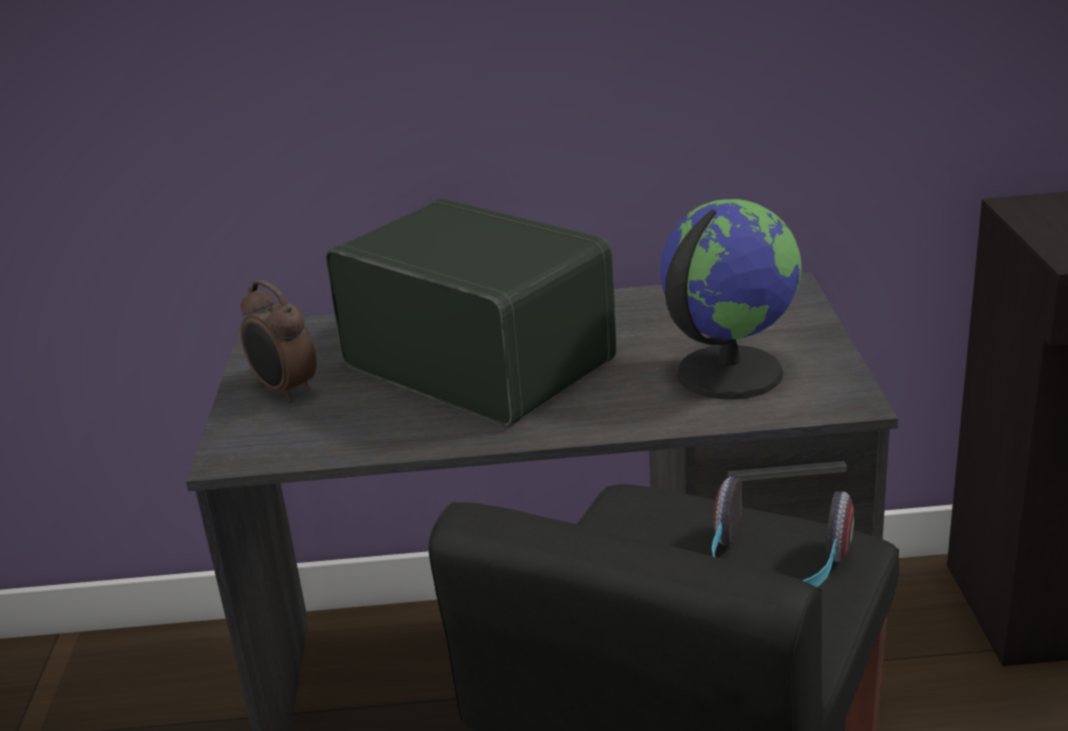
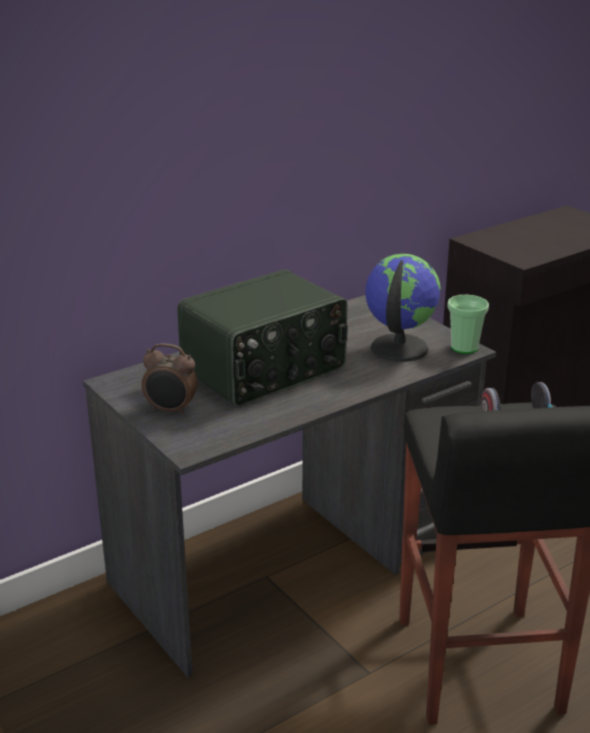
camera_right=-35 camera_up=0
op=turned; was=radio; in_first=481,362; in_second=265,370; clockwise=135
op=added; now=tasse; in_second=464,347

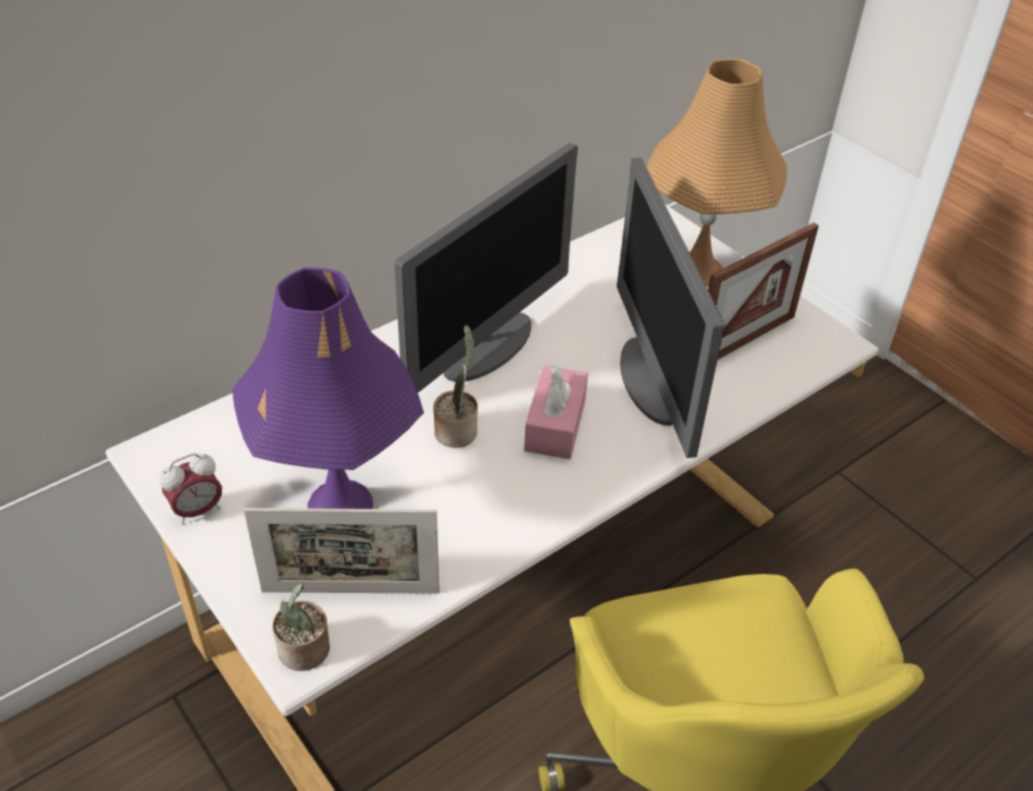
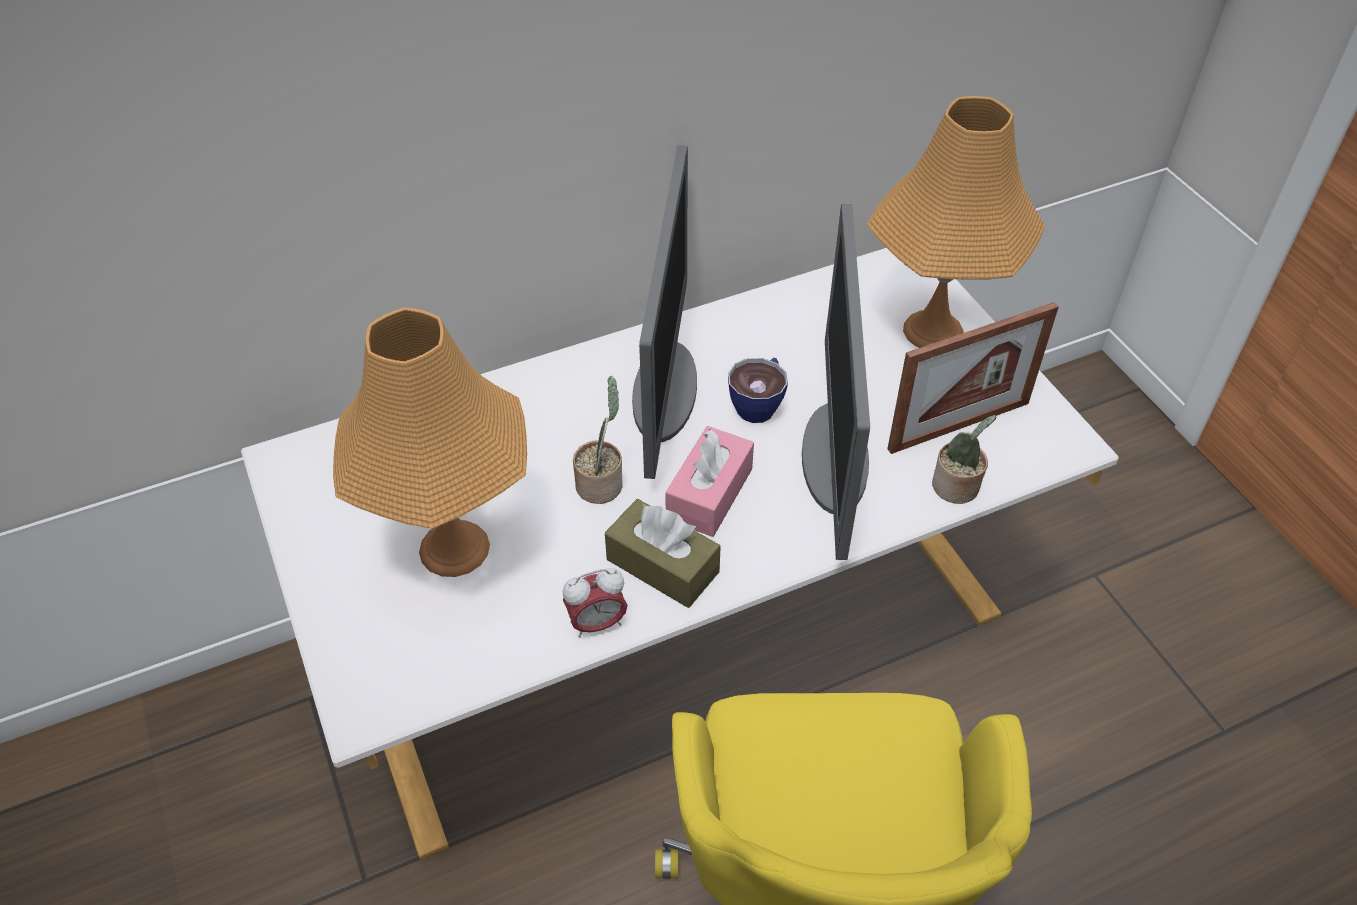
camera_right=15 camera_up=5
op=moved; was=réveil; in_first=198,511; in_second=597,623
op=recoloured; was=lampe de table/violet; now=lampe de table/orange; in_first=339,504; in_second=453,548
op=removed; was=cadre photo; in_first=350,592
op=moved; was=plante en pot; in_first=305,652; in_second=957,488
op=turned; was=écran d'ordinateur; in_first=488,347; in_second=665,391; clockwise=-45
op=added; now=boîte à mouchoirs/marron; in_second=662,565
op=added; now=tasse; in_second=759,403

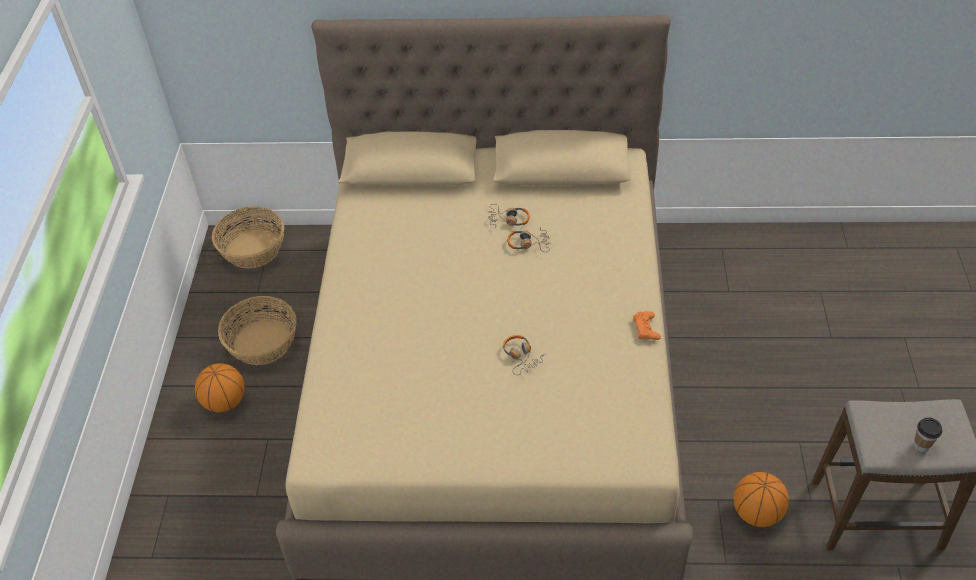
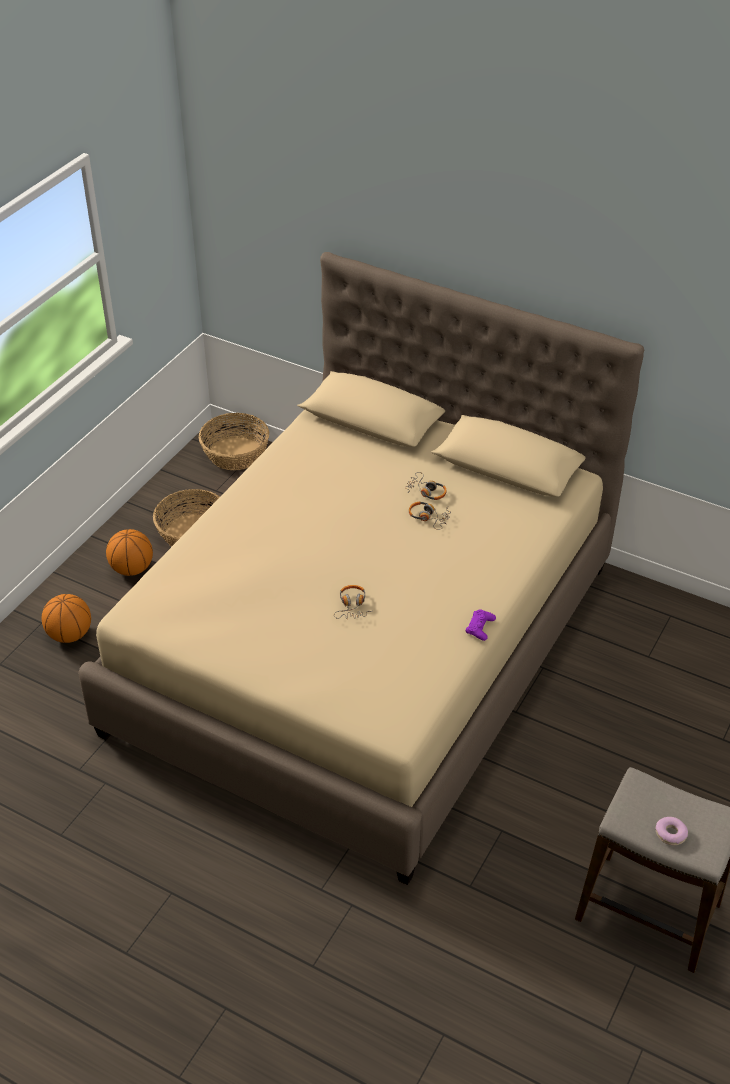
camera_right=25 camera_up=-5
op=recoloured; was=manette/orange; now=manette/violet; in_first=646,328; in_second=480,627
op=moved; was=ballon de basket; in_first=756,513; in_second=70,635
op=replaced; was=tasse; now=beignet; in_first=921,446; in_second=670,834

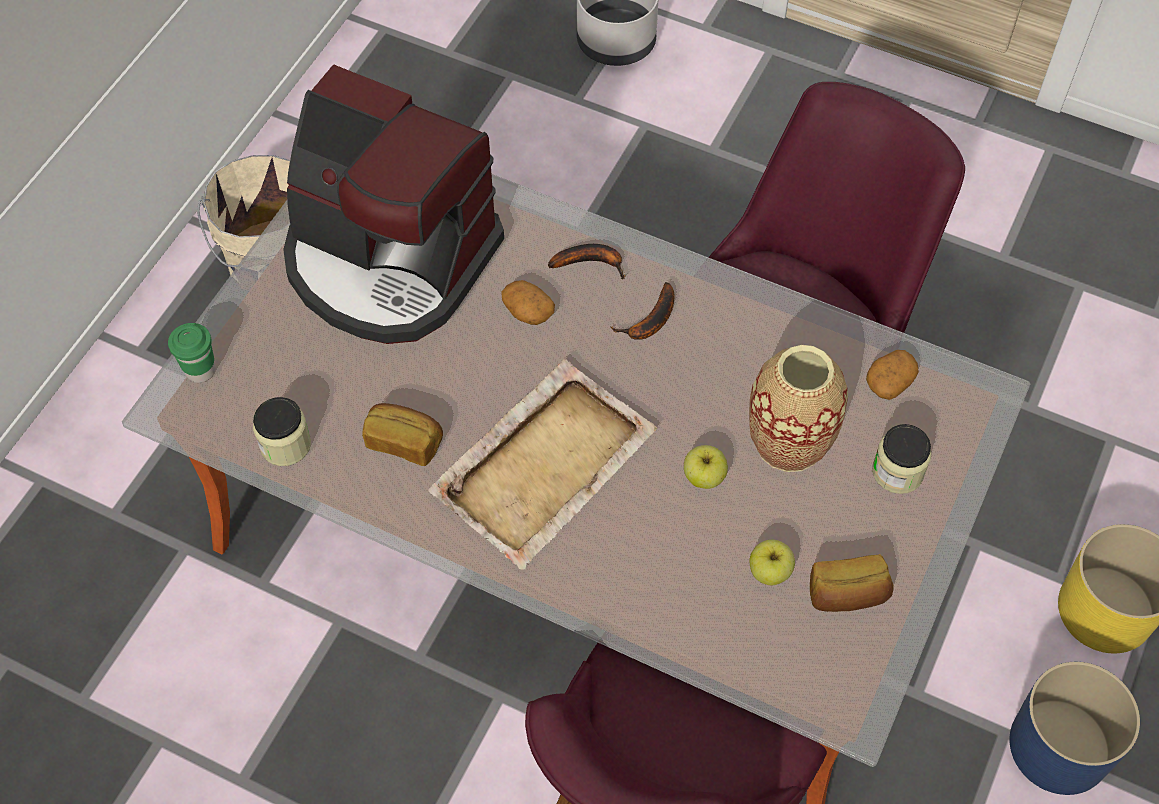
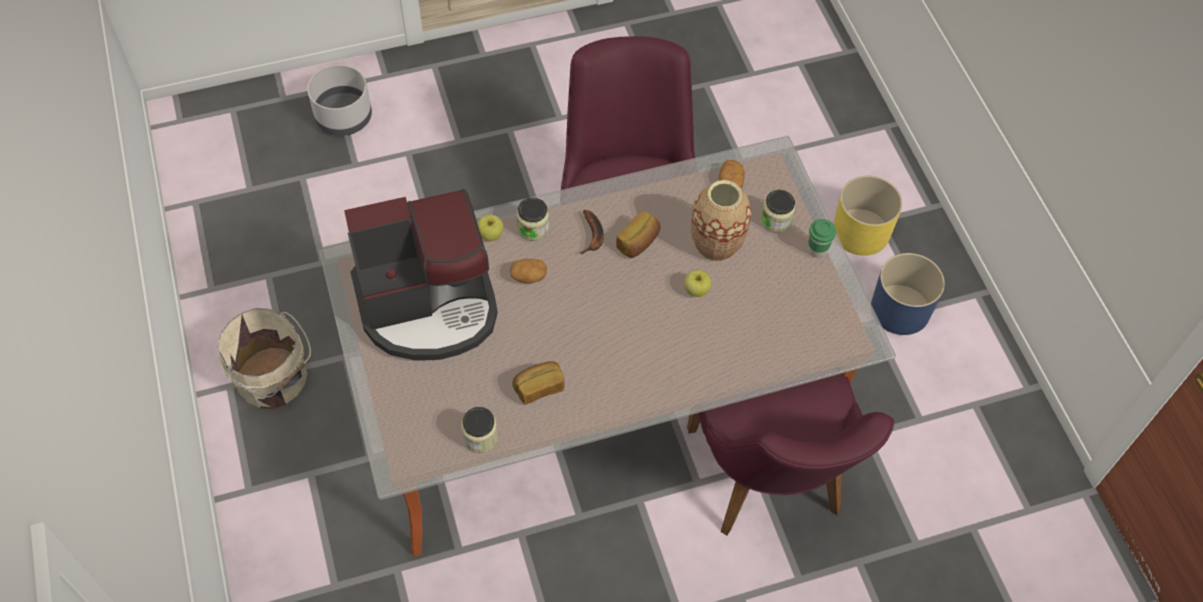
camera_right=-45 camera_up=0
op=moved; was=tasse/vert; in_first=200,371; in_second=817,249
op=removed; was=plateau/beige; in_first=546,464
op=replaced; was=banane; now=bocal; in_first=591,262; in_second=533,228
op=moved; was=pomme; in_first=770,572; in_second=491,235
op=moved; was=pain; in_first=847,595; in_second=639,243

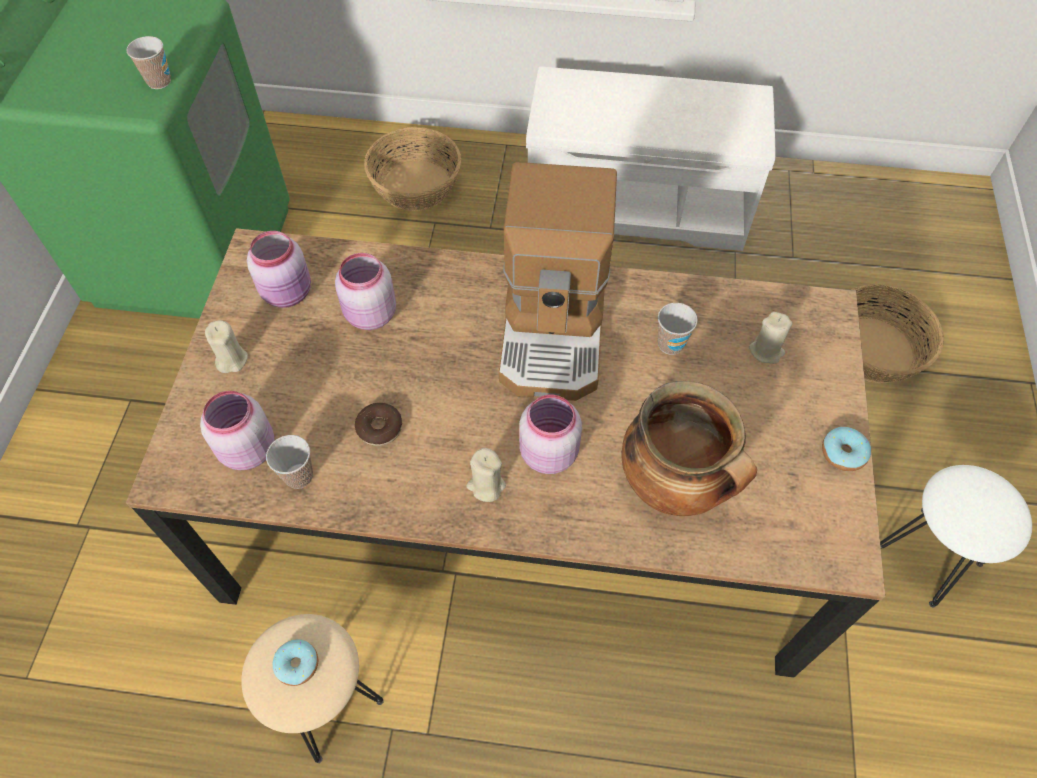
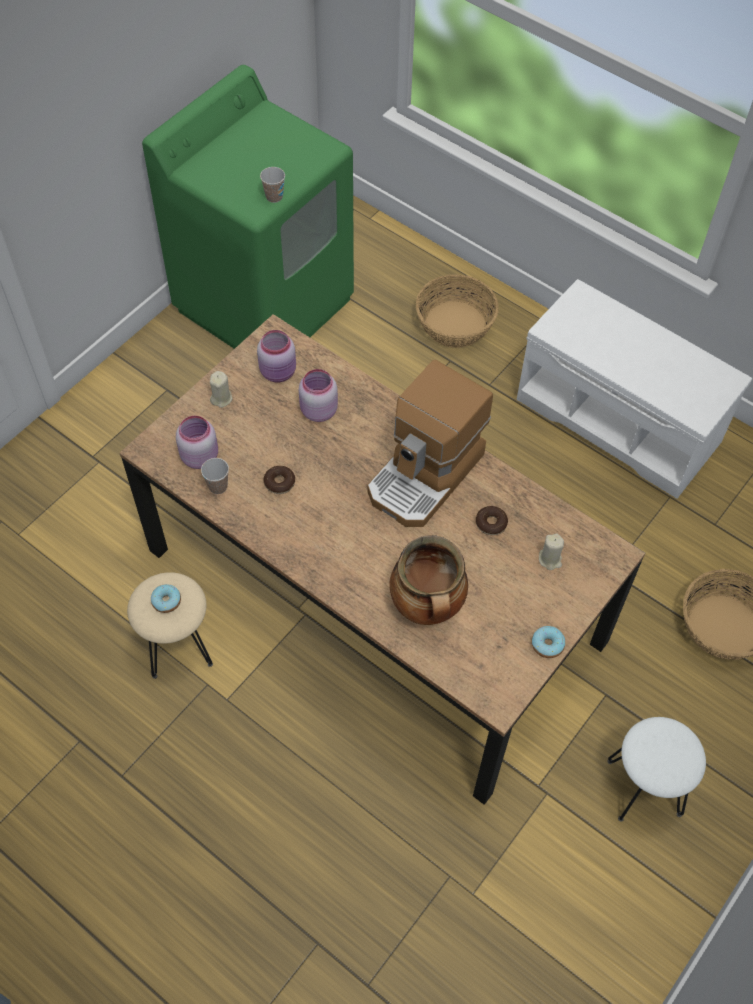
camera_right=30 camera_up=0
op=removed; was=bougie/beige; in_first=486,486
op=removed; was=bocal/rose; in_first=548,452
op=replaced; was=tasse; now=beignet; in_first=670,344; in_second=491,523

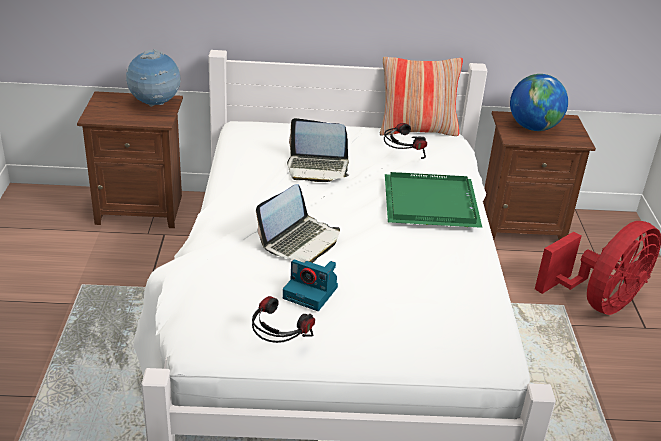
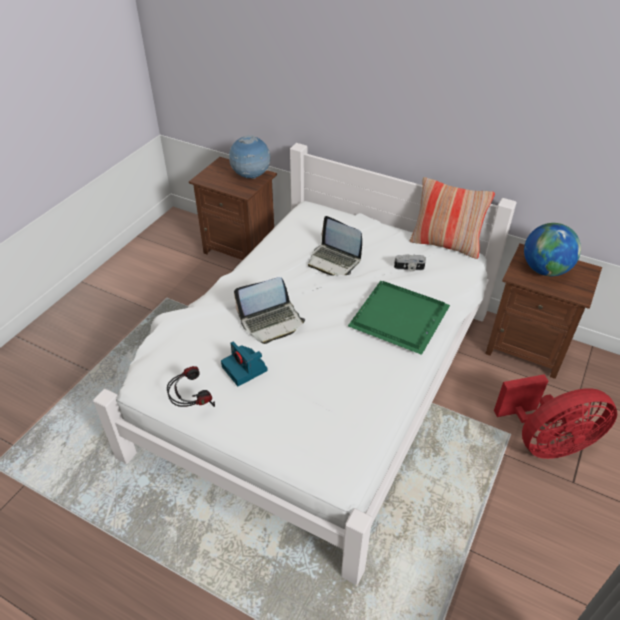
camera_right=30 camera_up=10
op=replaced; was=casque audio; now=appareil photo; in_first=401,158; in_second=409,268

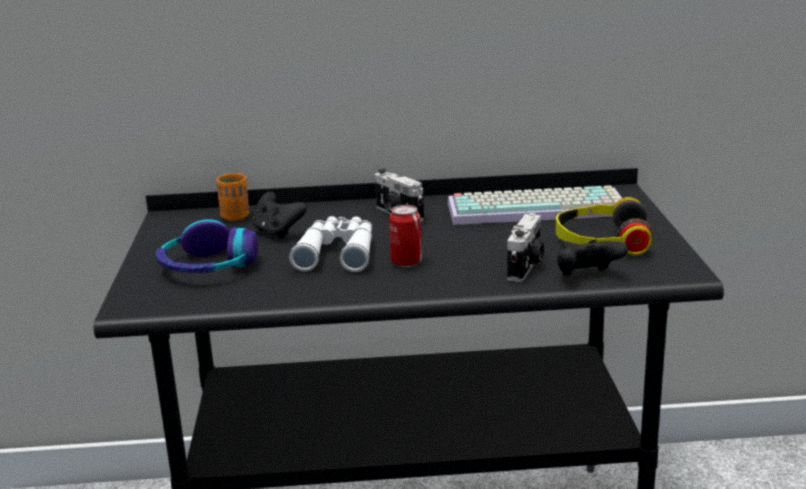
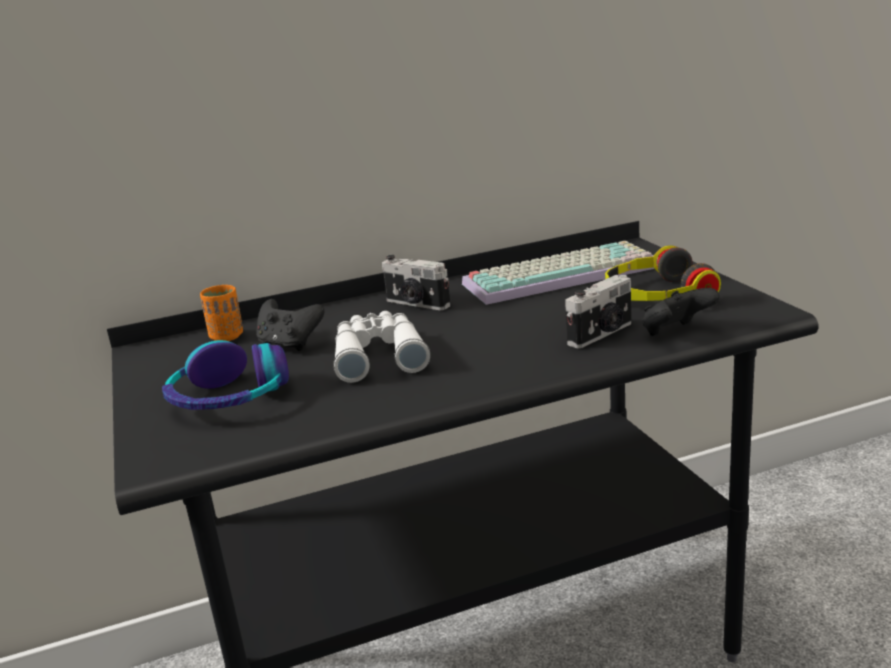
camera_right=-15 camera_up=0
op=removed; was=boîte métallique; in_first=406,262
op=turned; was=appareil photo; in_first=526,267; in_second=602,334; clockwise=45

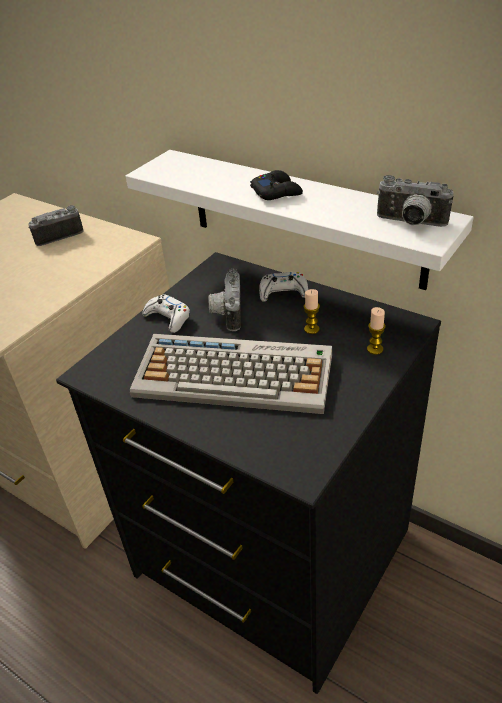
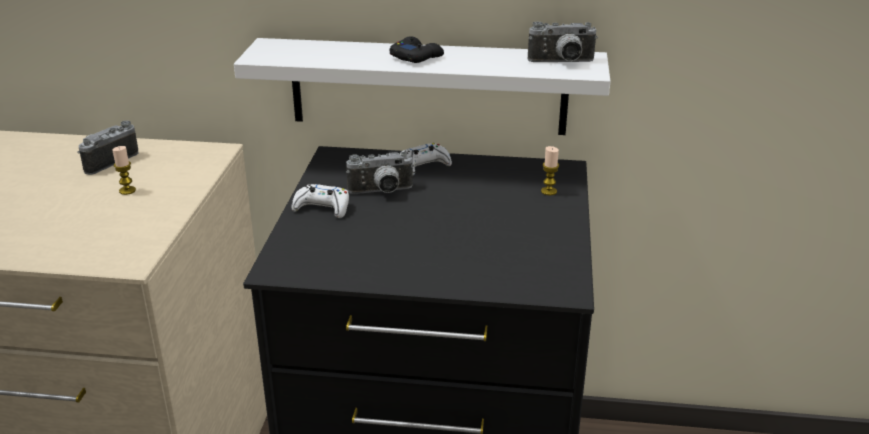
camera_right=-30 camera_up=-10
op=removed; was=clavier; in_first=236,374
op=turned; was=appareil photo; in_first=226,313; in_second=381,192; clockwise=-75
op=moved; was=bougie; in_first=311,329; in_second=127,190

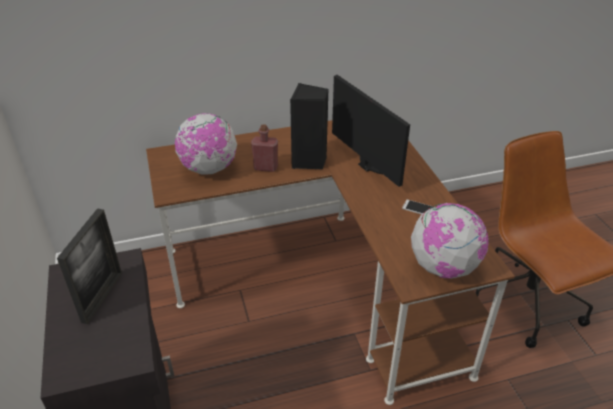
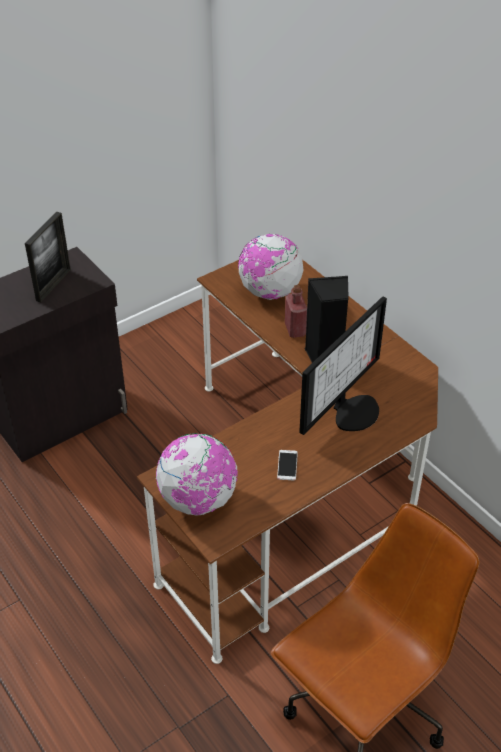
camera_right=70 camera_up=5
op=turned; was=cadre photo; in_first=102,297; in_second=53,285; clockwise=-60

